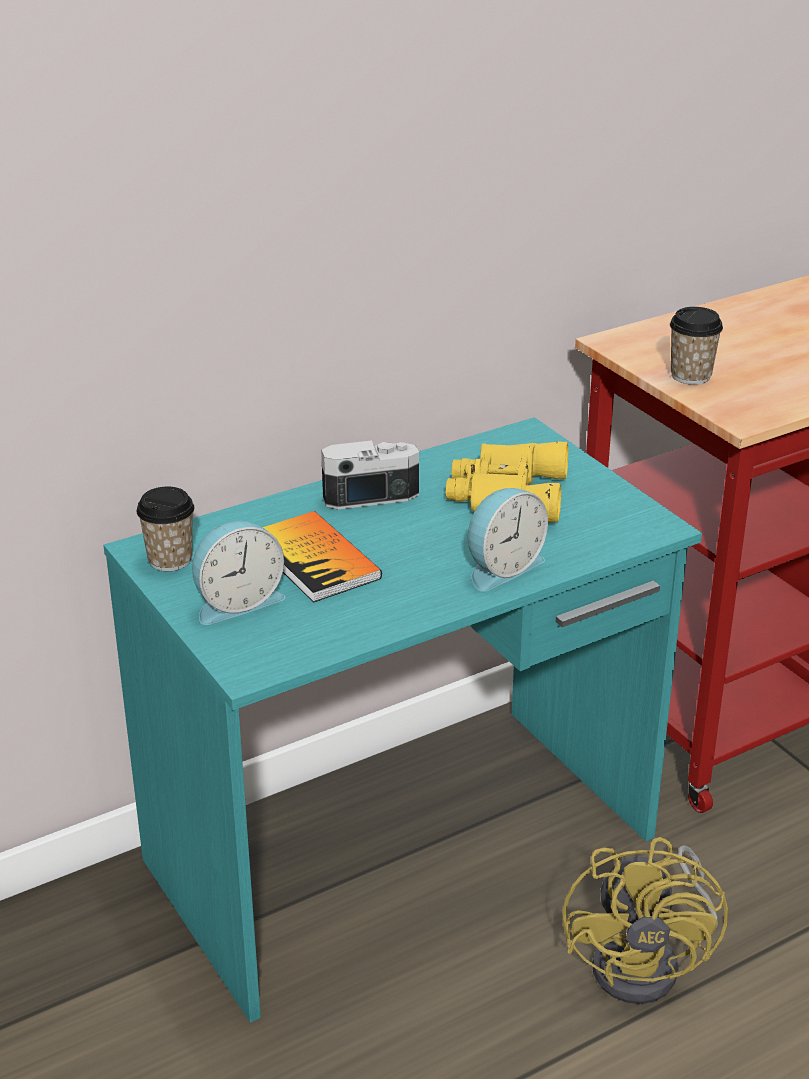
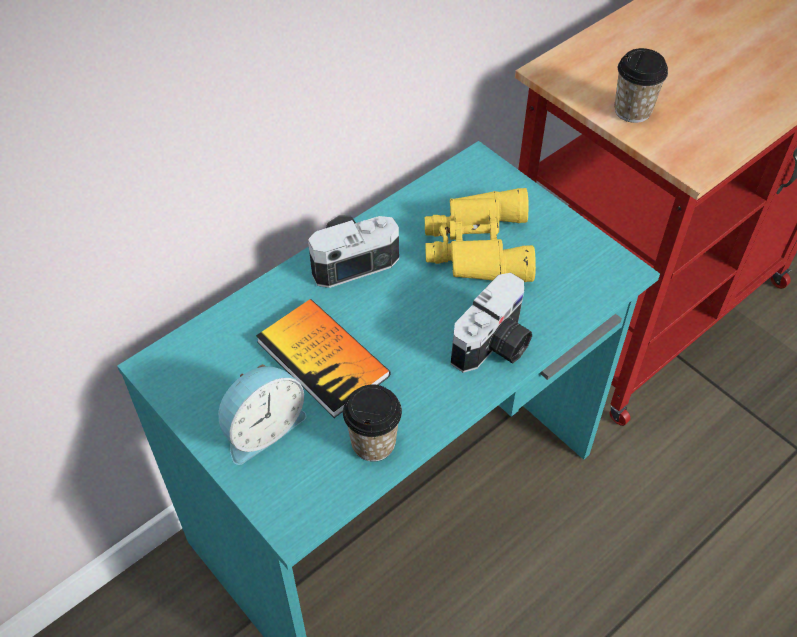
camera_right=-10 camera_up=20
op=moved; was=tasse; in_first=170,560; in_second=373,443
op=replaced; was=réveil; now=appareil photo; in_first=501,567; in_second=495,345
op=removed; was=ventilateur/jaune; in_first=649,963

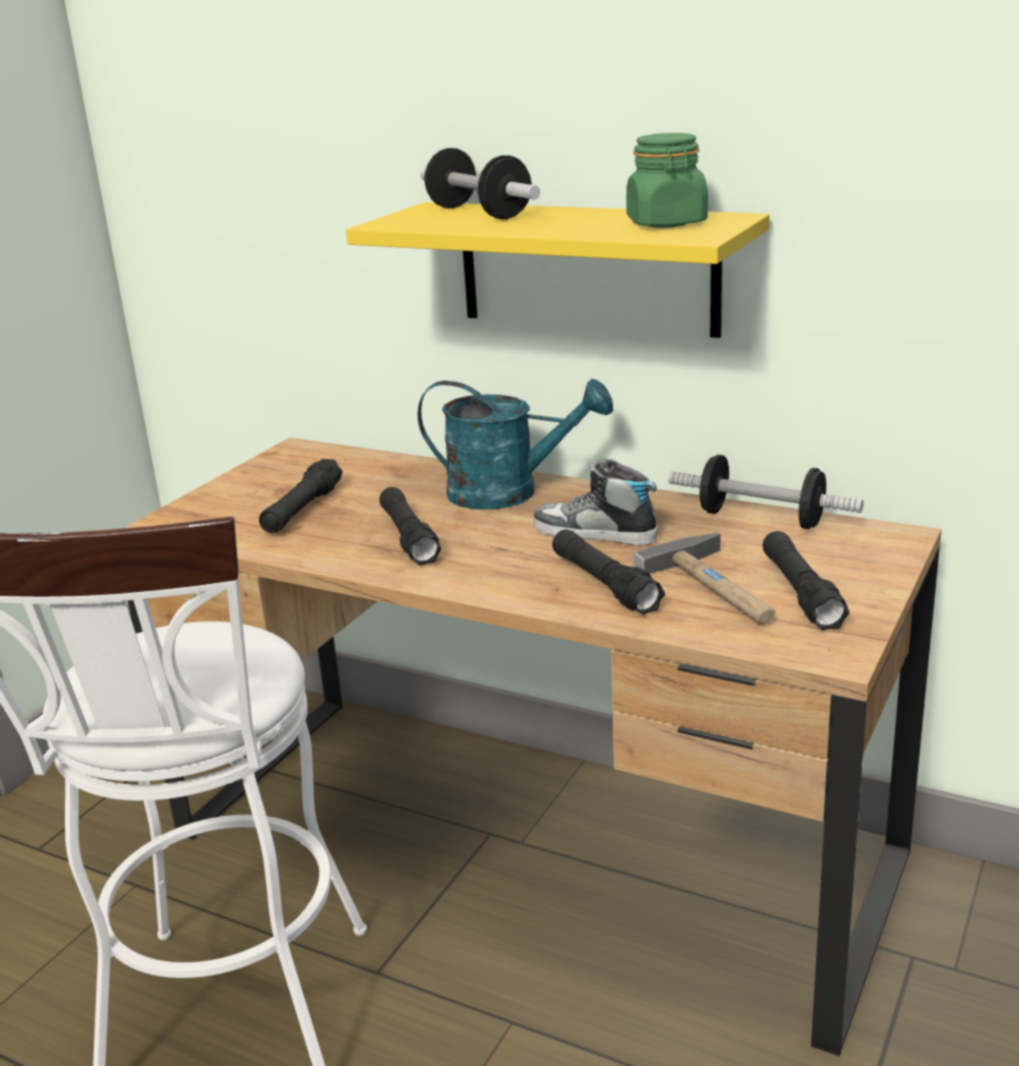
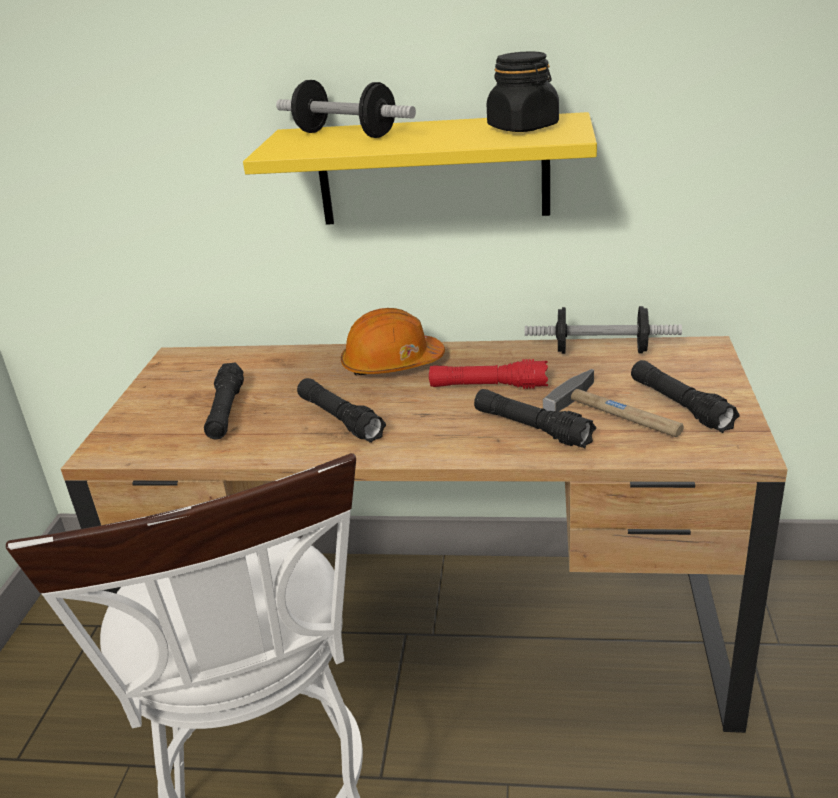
camera_right=-20 camera_up=5
op=replaced; was=arrosoir/turquoise; now=casque de chantier/orange; in_first=509,493; in_second=392,364
op=replaced; was=chaussure; now=lampe de poche/rouge; in_first=595,533; in_second=488,386
op=recoloured; was=bocal/vert; now=bocal/noir; in_first=667,223; in_second=523,127

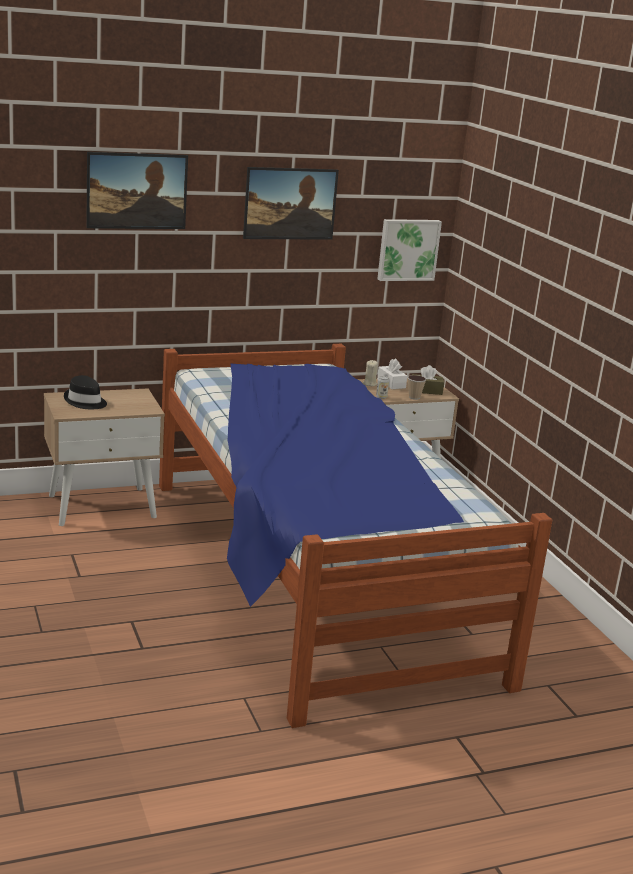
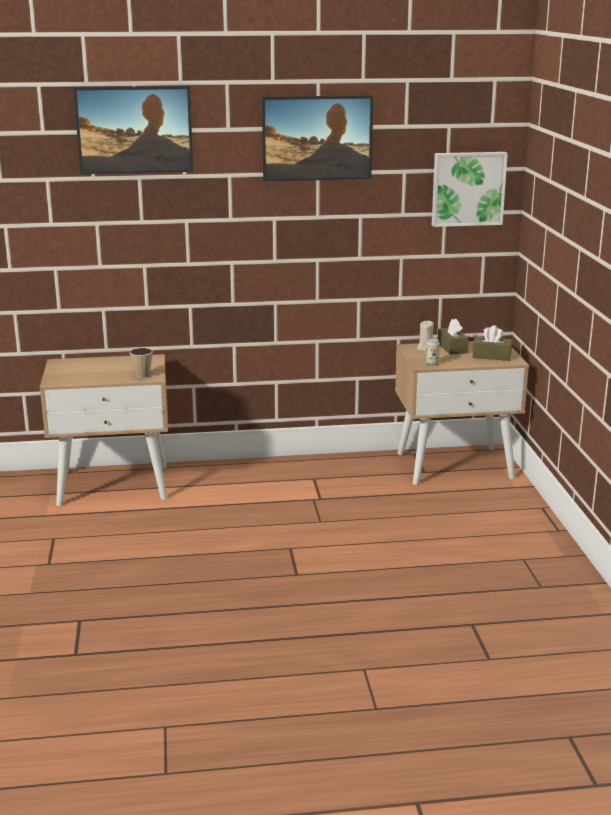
camera_right=15 camera_up=0
op=removed; was=chapeau/noir; in_first=85,402
op=removed; was=lit; in_first=311,575
op=recoloured; was=boîte à mouchoirs/blanc; now=boîte à mouchoirs/marron; in_first=391,383; in_second=452,348
op=moved; was=tasse; in_first=414,397; in_second=142,375

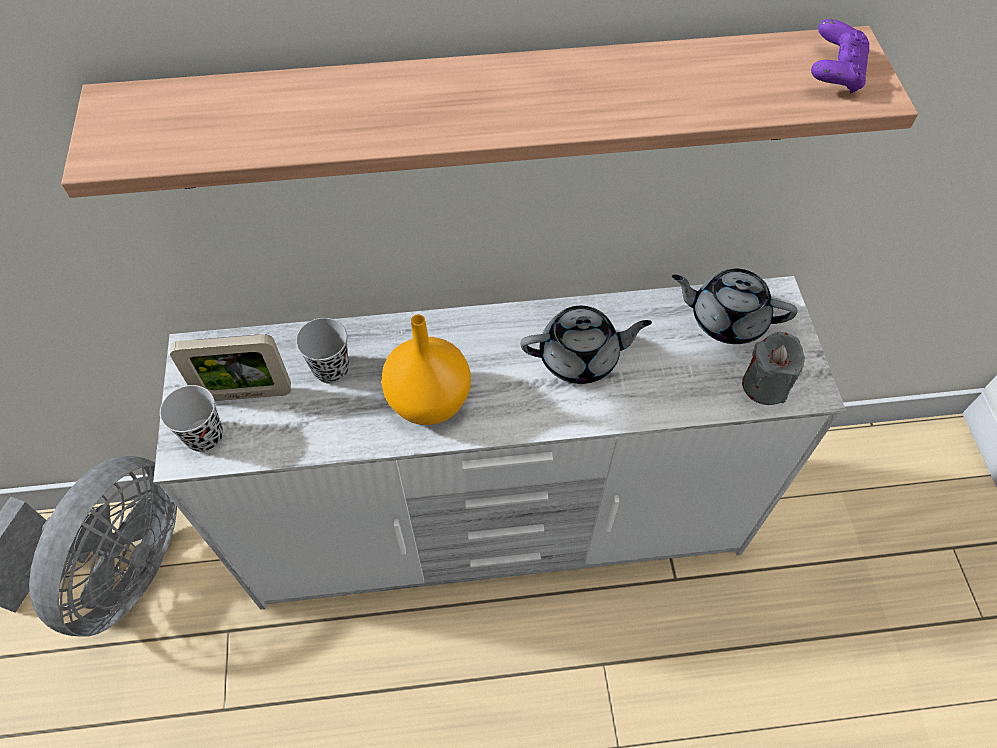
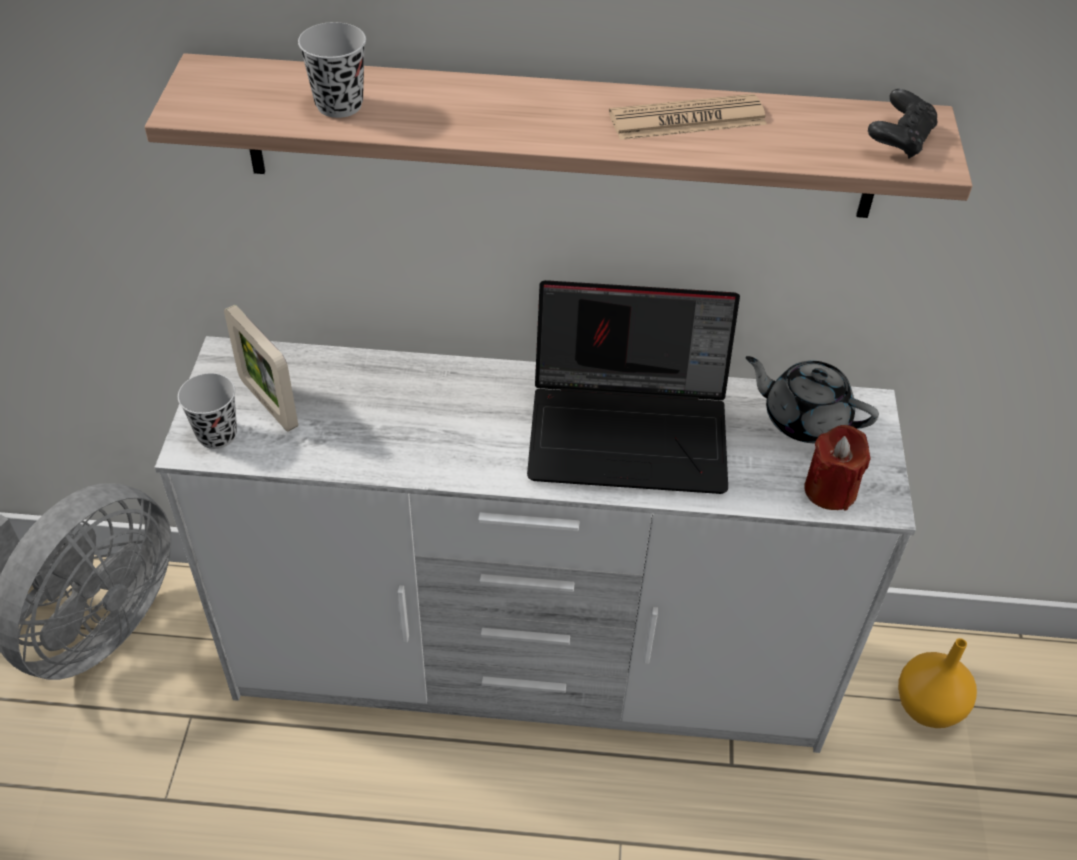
camera_right=10 camera_up=-10
op=turned; was=cadre photo; in_first=245,394; in_second=268,403; clockwise=45
op=moved; was=tasse/noir; in_first=331,369; in_second=339,105
op=moved; was=vase/orange; in_first=429,403; in_second=928,708
op=replaced; was=théière/gris; now=ordinateur portable; in_first=580,357; in_second=631,429
op=recoloured; was=bougie/gris; now=bougie/rouge; in_first=765,385; in_second=830,490
op=recoloured; was=manette/violet; now=manette/noir; in_first=834,73; in_second=899,140
op=added; now=journal; in_second=687,119

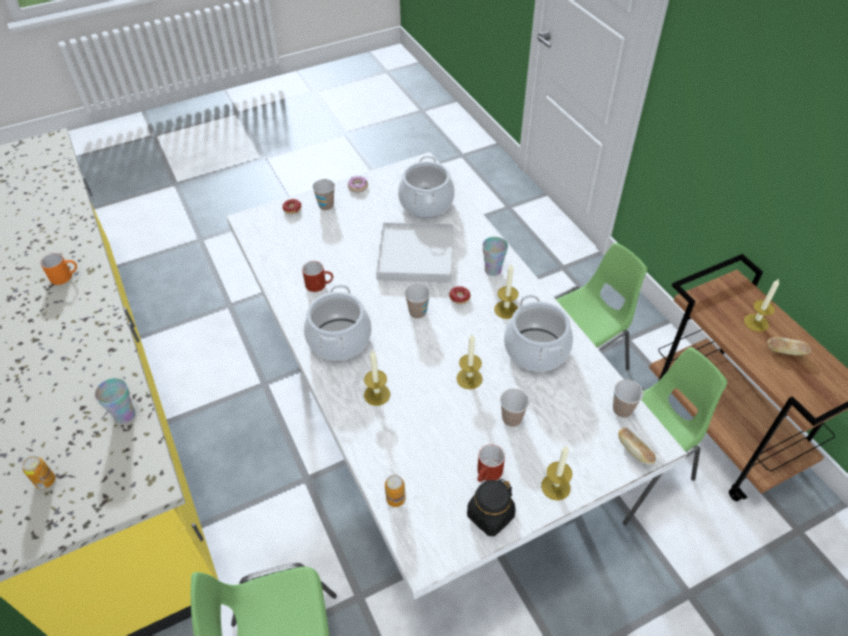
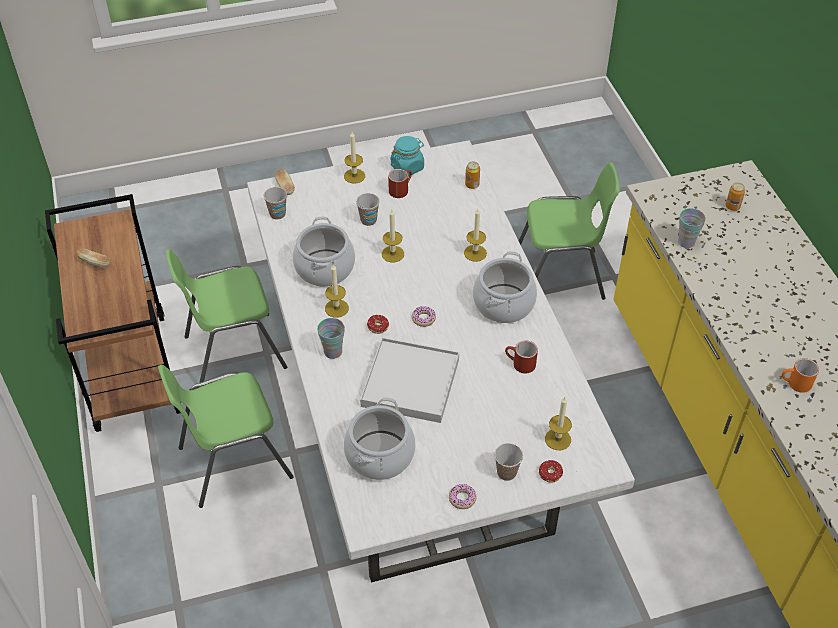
camera_right=-170 camera_up=0
op=replaced; was=tasse; now=beignet; in_first=417,312; in_second=423,318
op=recoloured; was=bocal/noir; now=bocal/turquoise; in_first=490,516; in_second=407,167
op=moved; was=bougie; in_first=756,322; in_second=558,439

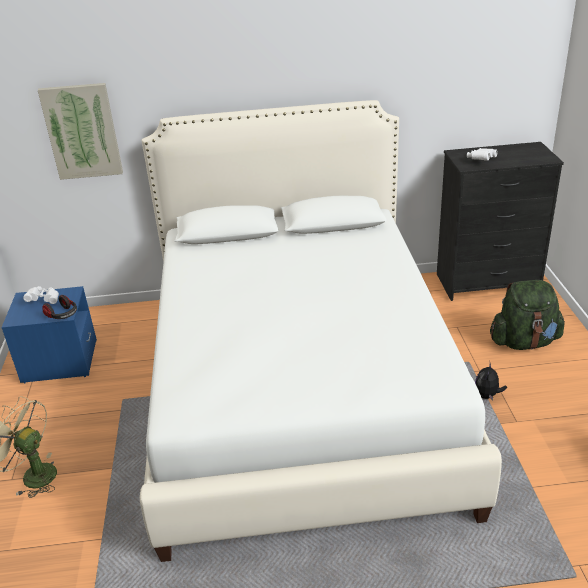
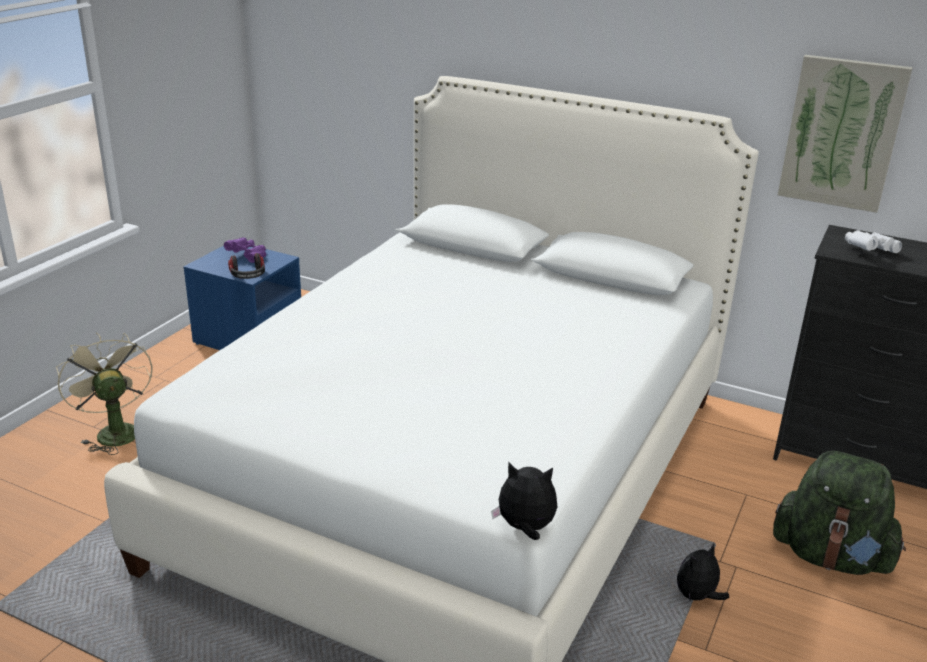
camera_right=30 camera_up=-5
op=recoloured; was=jumelles/blanc; now=jumelles/violet; in_first=44,300; in_second=248,256
op=moved; was=tableau; in_first=82,131; in_second=842,133
op=added; now=peluche; in_second=525,529

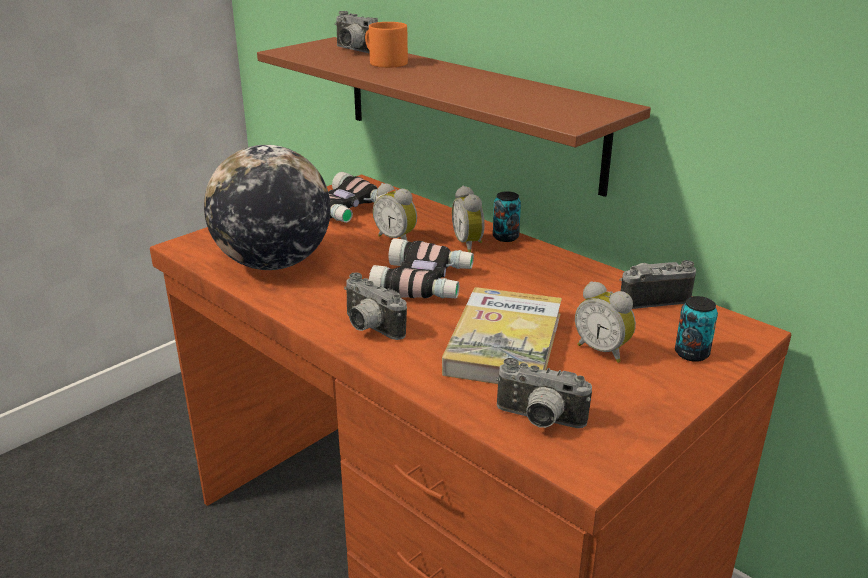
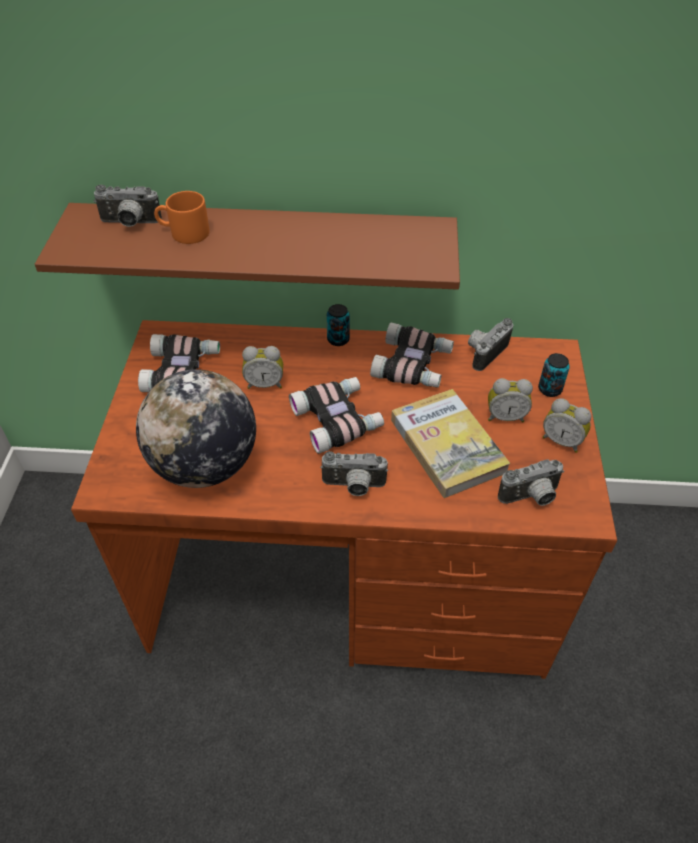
camera_right=-40 camera_up=20
op=moved; was=réveil; in_first=470,244; in_second=562,440
op=added; now=jumelles; in_second=413,364

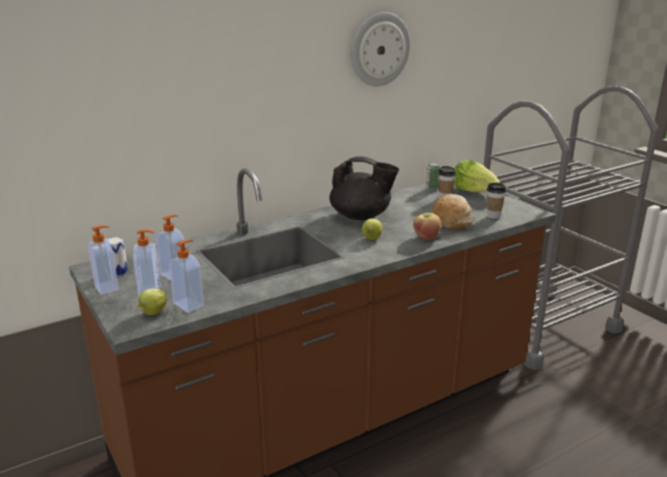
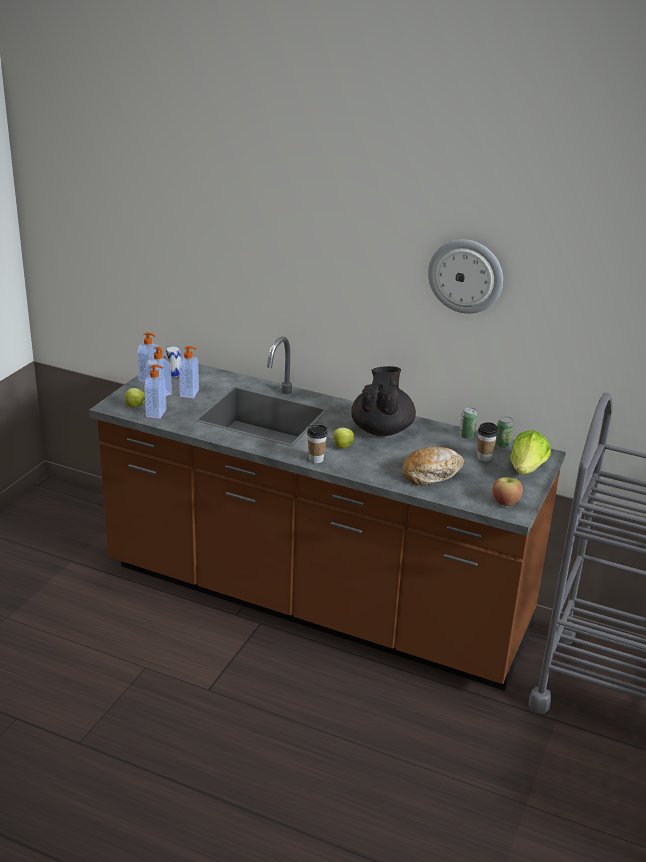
camera_right=55 camera_up=5
op=turned; was=théière/noir; in_first=361,216; in_second=382,429; clockwise=-150
op=moved; was=pomme; in_first=426,237; in_second=505,502
op=moved; was=tasse; in_first=493,216; in_second=316,459
op=added; now=boîte métallique; in_second=466,436

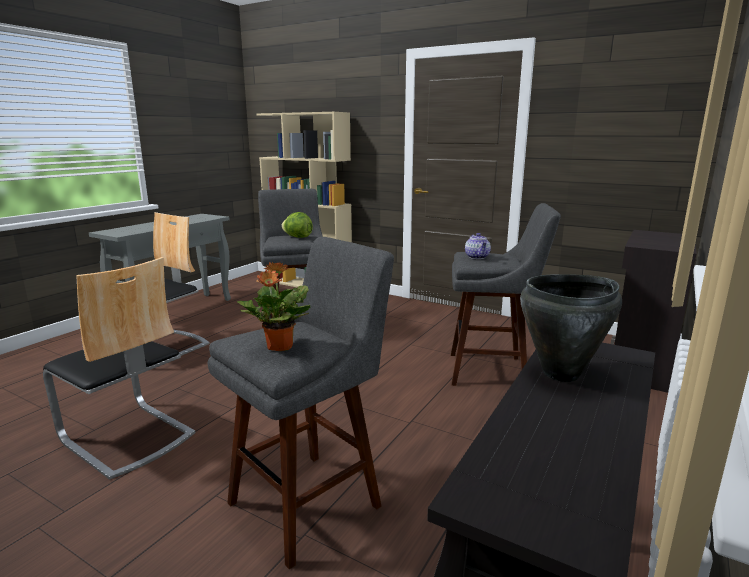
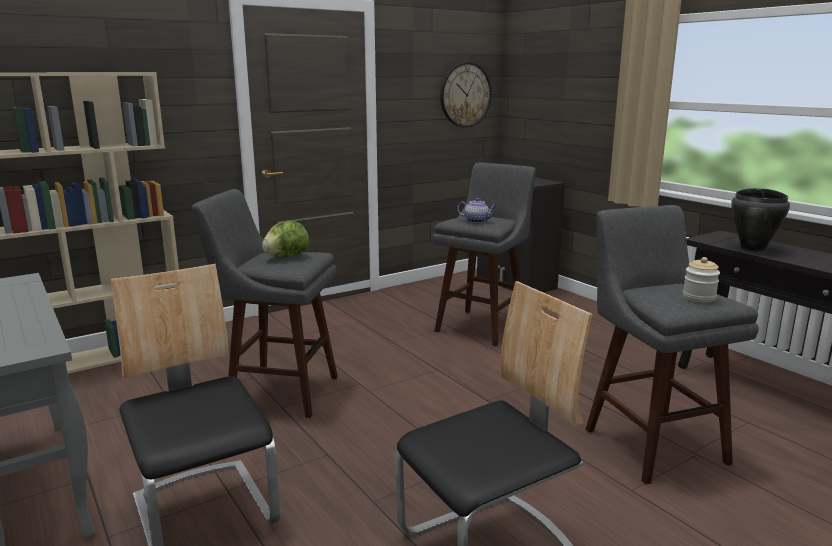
camera_right=-65 camera_up=0
op=replaced; was=plante en pot; now=bocal; in_first=279,347; in_second=699,298
op=added; now=horloge murale; in_second=465,95

